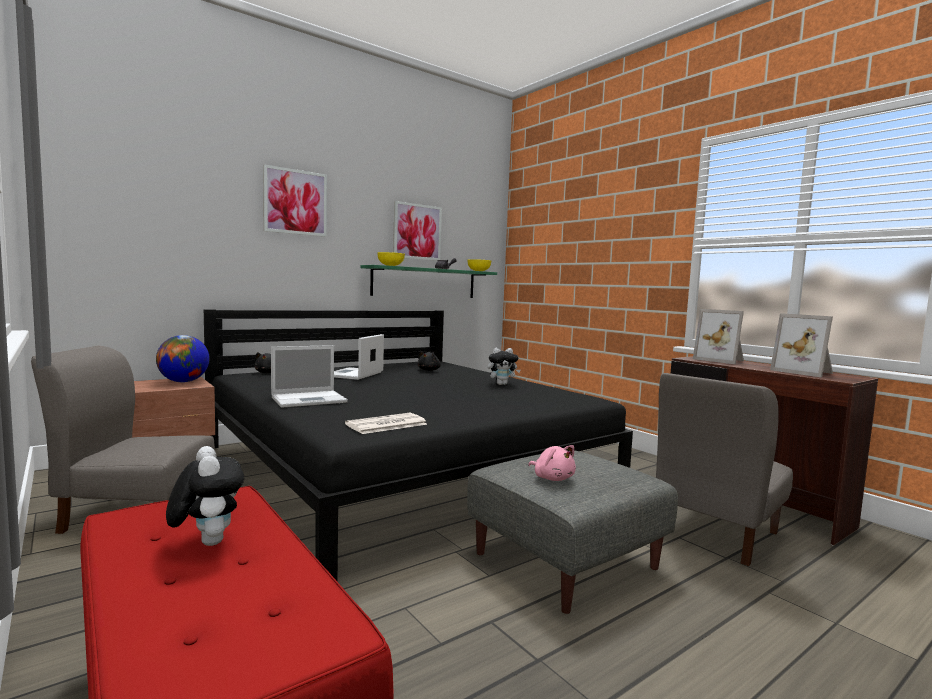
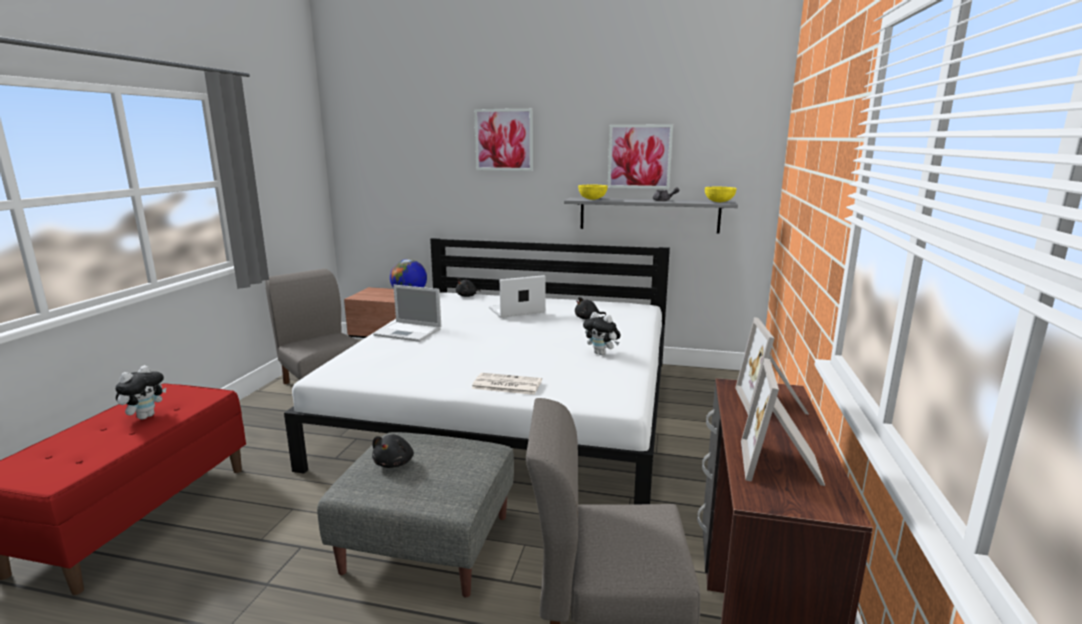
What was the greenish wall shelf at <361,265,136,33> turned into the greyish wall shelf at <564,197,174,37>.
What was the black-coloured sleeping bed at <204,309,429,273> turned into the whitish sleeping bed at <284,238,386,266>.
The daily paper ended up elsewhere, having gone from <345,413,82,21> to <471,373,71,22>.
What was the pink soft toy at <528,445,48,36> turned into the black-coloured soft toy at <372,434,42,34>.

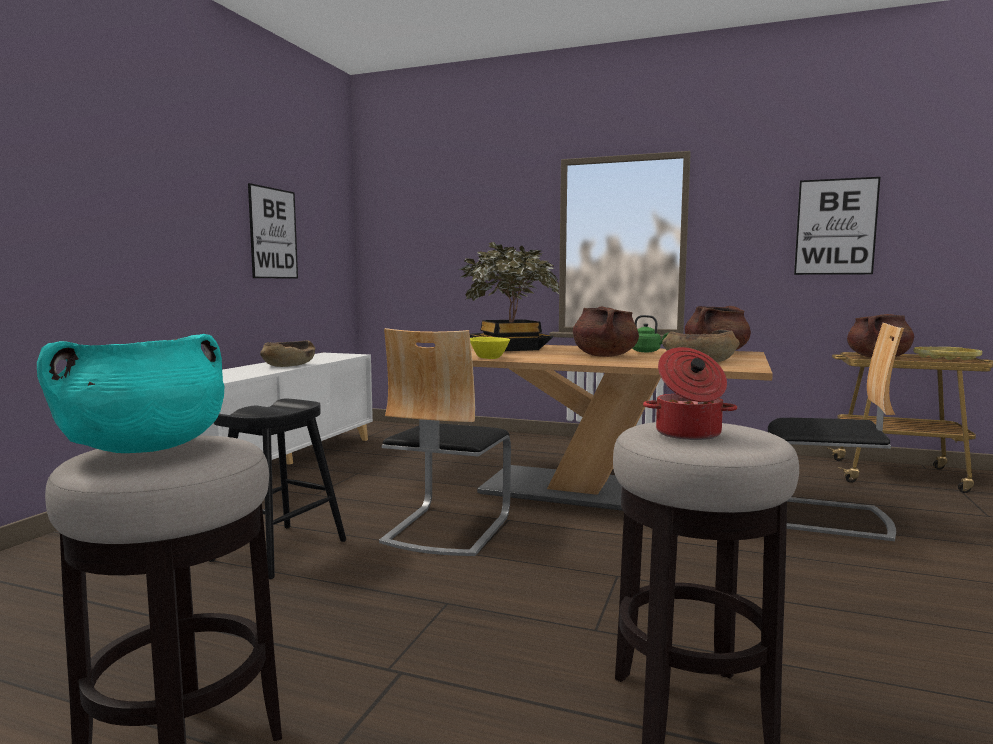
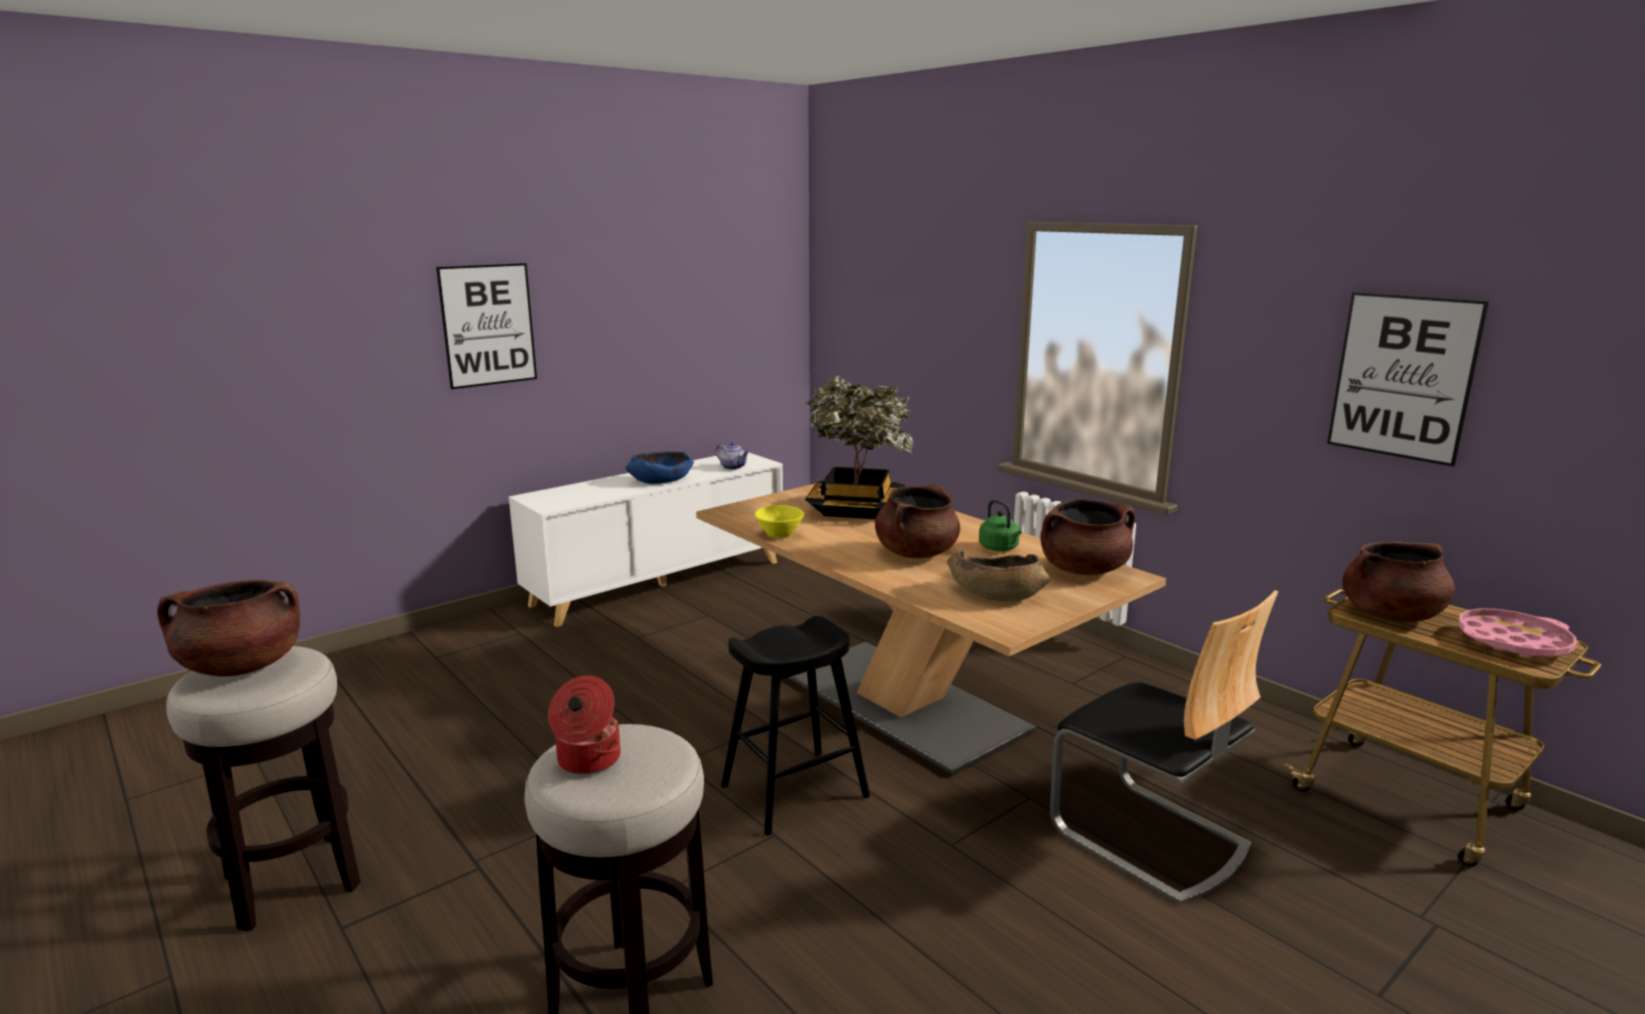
The wall picture ended up elsewhere, having gone from <248,183,50,96> to <436,263,101,126>.
The second view lost the chair at <379,328,132,228>.
What was the turquoise cooking pot at <37,334,187,119> turned into the brownish cooking pot at <157,579,143,98>.
What was the brownish serving bowl at <260,340,55,27> turned into the blue serving bowl at <626,452,68,32>.
What was the yellow tray at <914,347,68,13> turned into the pink tray at <1458,608,119,49>.
The black-coloured stool ended up elsewhere, having gone from <210,399,136,180> to <721,616,149,220>.
The second view gained the pot for tea at <716,442,33,28>.

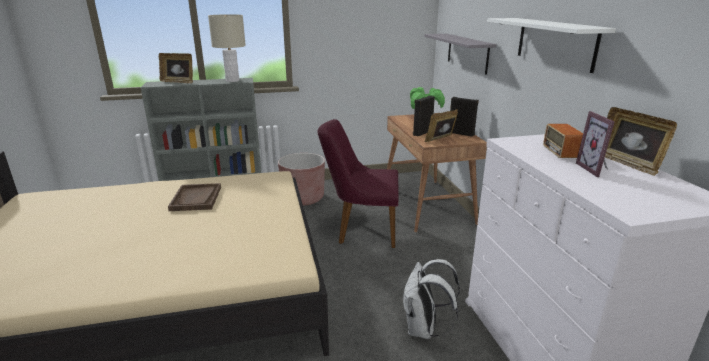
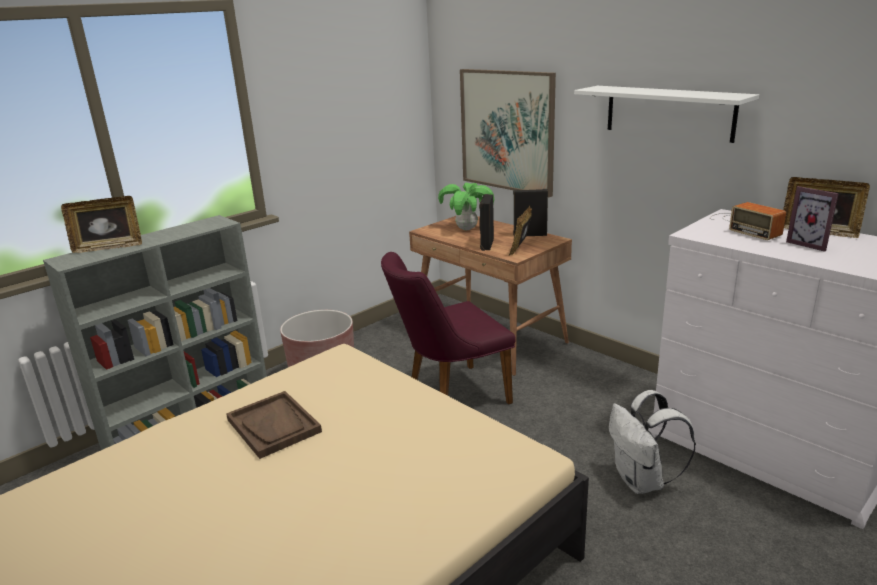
The second view lost the sand-coloured table lamp at <208,14,38,68>.
Where the greyish wall shelf hung at <424,34,73,40>, the wall picture came to hang at <460,69,96,128>.

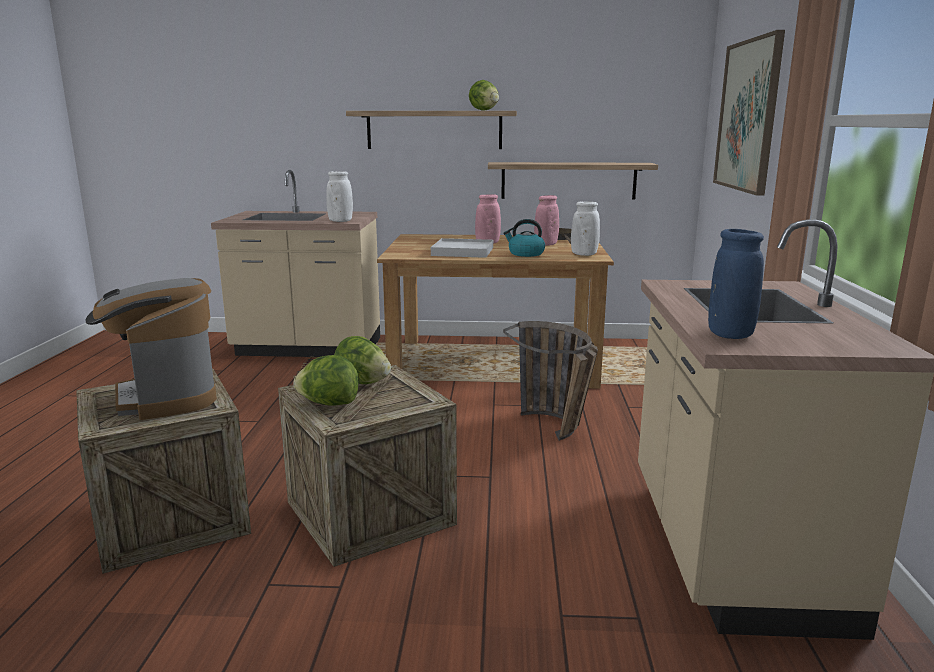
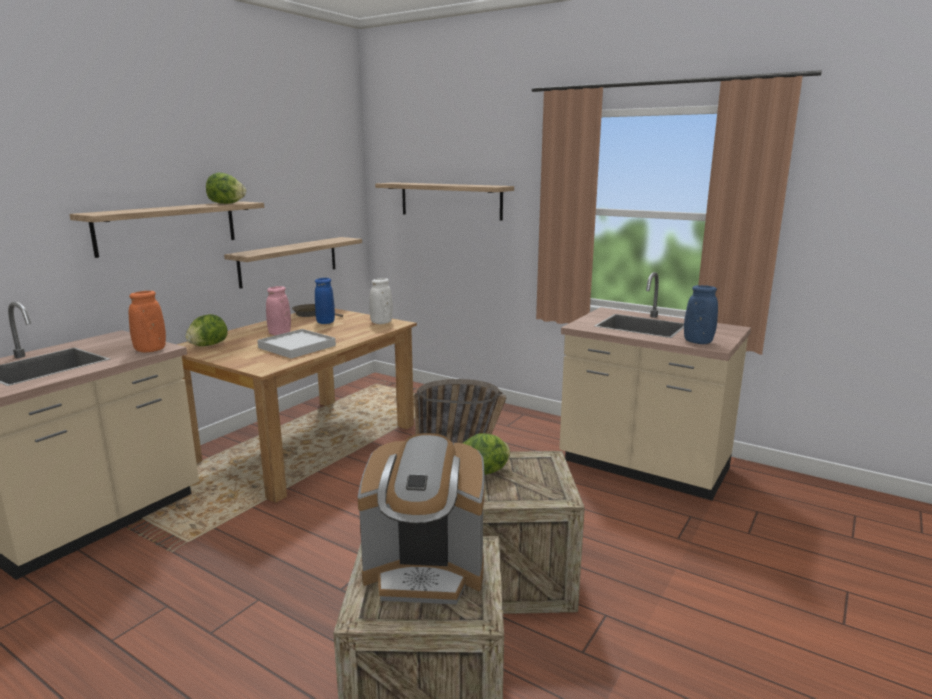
Where the wall picture hung at <713,30,72,166>, the wall shelf came to hang at <375,182,139,39>.
What was the whitish vase at <326,171,27,51> turned into the orangey vase at <129,291,37,61>.
What was the pink vase at <534,195,25,51> turned into the blue vase at <315,278,20,46>.
The second view lost the water kettle at <503,219,42,38>.
The head of lettuce ended up elsewhere, having gone from <293,355,66,51> to <185,314,43,32>.

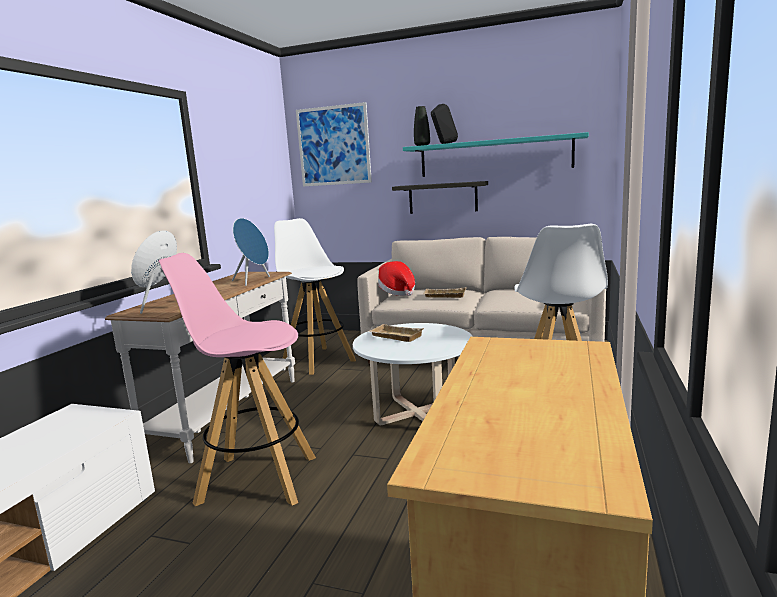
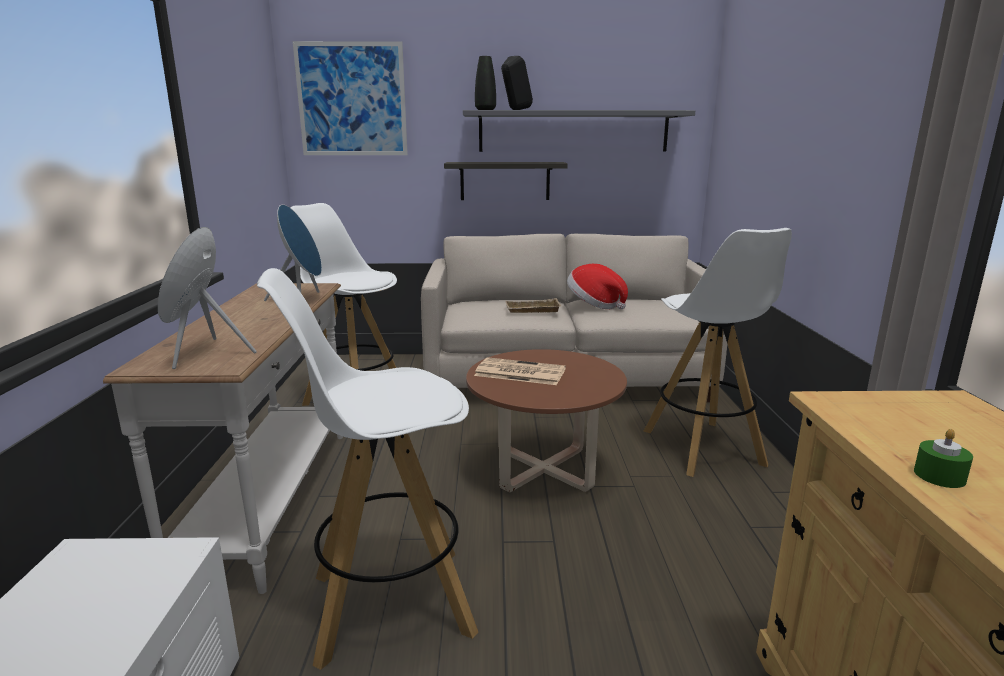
What was the turquoise wall shelf at <403,132,186,45> turned into the greyish wall shelf at <463,110,232,42>.
What was the pink stool at <158,253,158,253> turned into the whitish stool at <257,268,221,402>.
The wearable hat ended up elsewhere, having gone from <378,261,37,35> to <567,264,61,45>.
What was the whitish low table at <353,323,120,102> turned into the brownish low table at <466,349,161,143>.
Where the sand-coloured tray stood at <368,324,56,18>, the daily paper came to stand at <474,357,92,28>.
The second view gained the greenish wax candle at <914,429,59,59>.

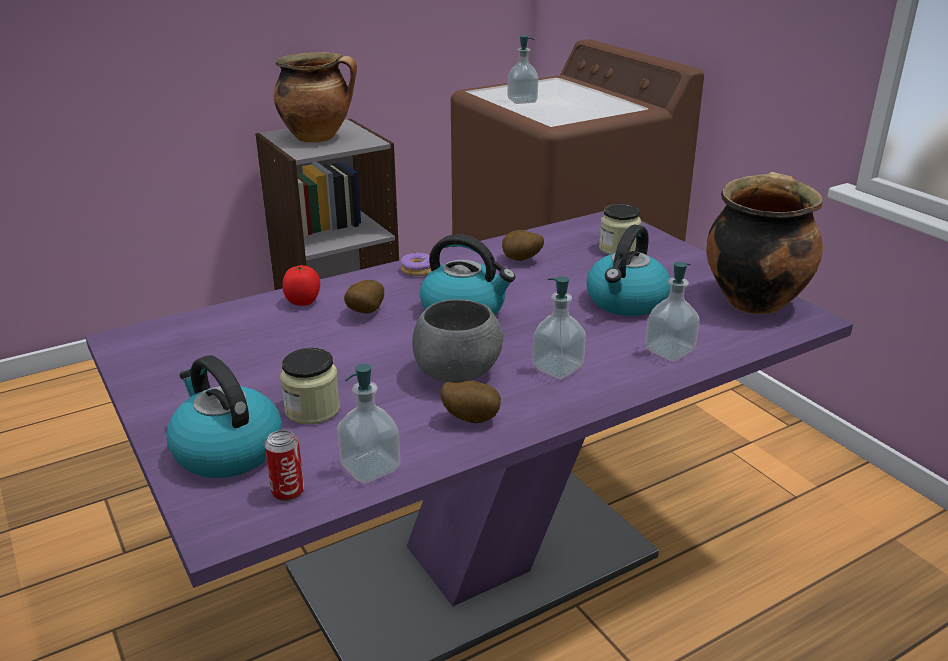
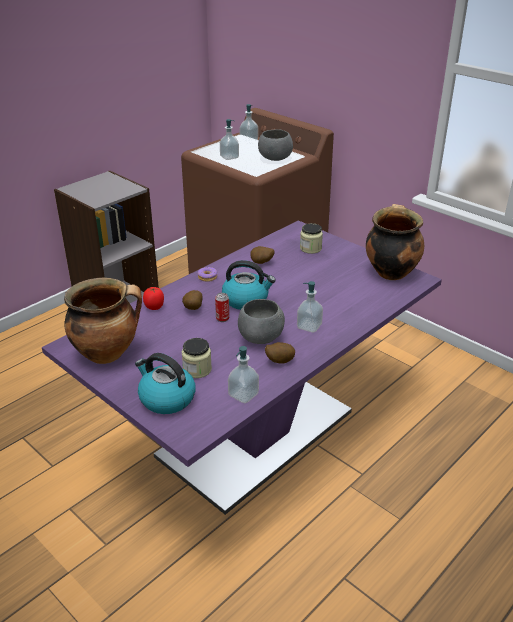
The cooking pot ended up elsewhere, having gone from <274,52,83,91> to <64,278,78,86>.
The second view lost the water kettle at <587,225,83,91>.
The soap dispenser ended up elsewhere, having gone from <645,262,55,99> to <239,104,19,39>.
The can ended up elsewhere, having gone from <264,430,40,71> to <215,293,14,29>.
The second view gained the greyish serving bowl at <258,129,35,32>.

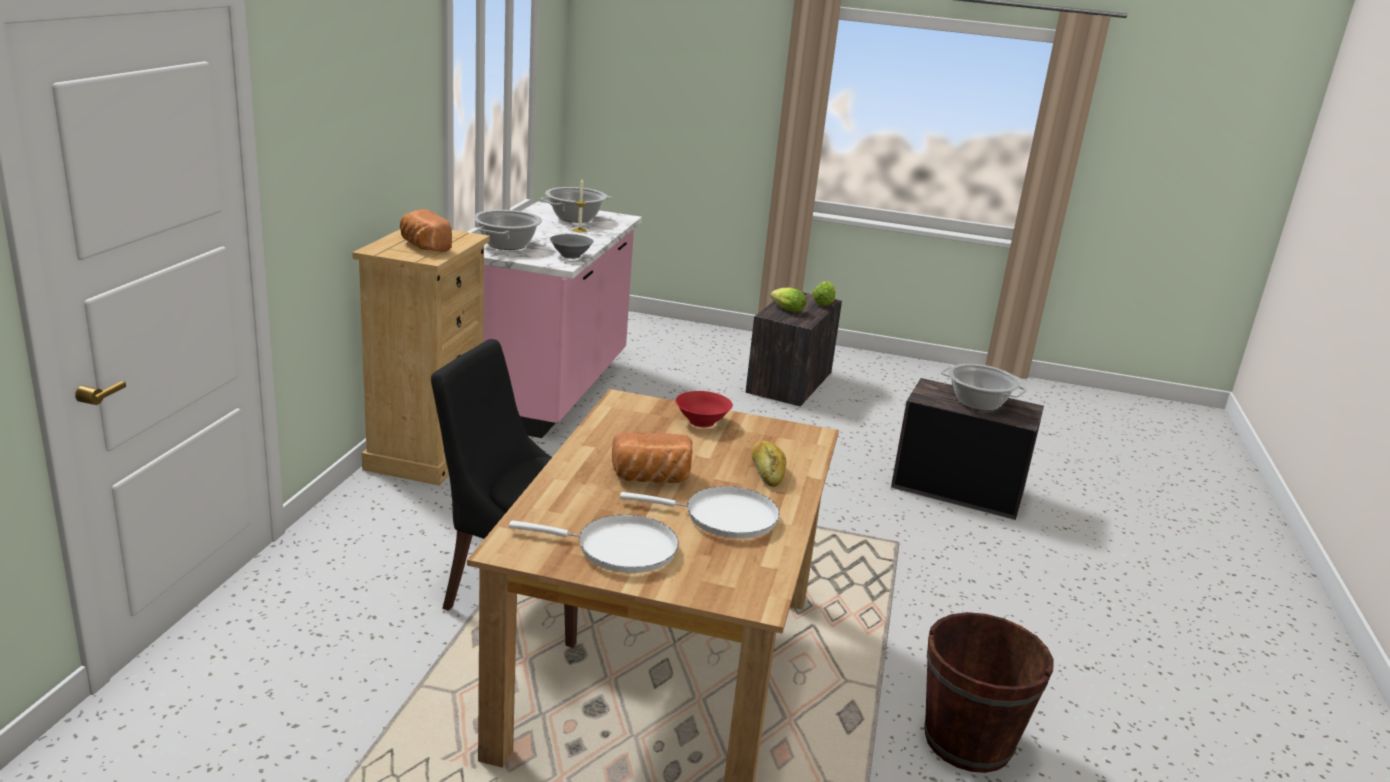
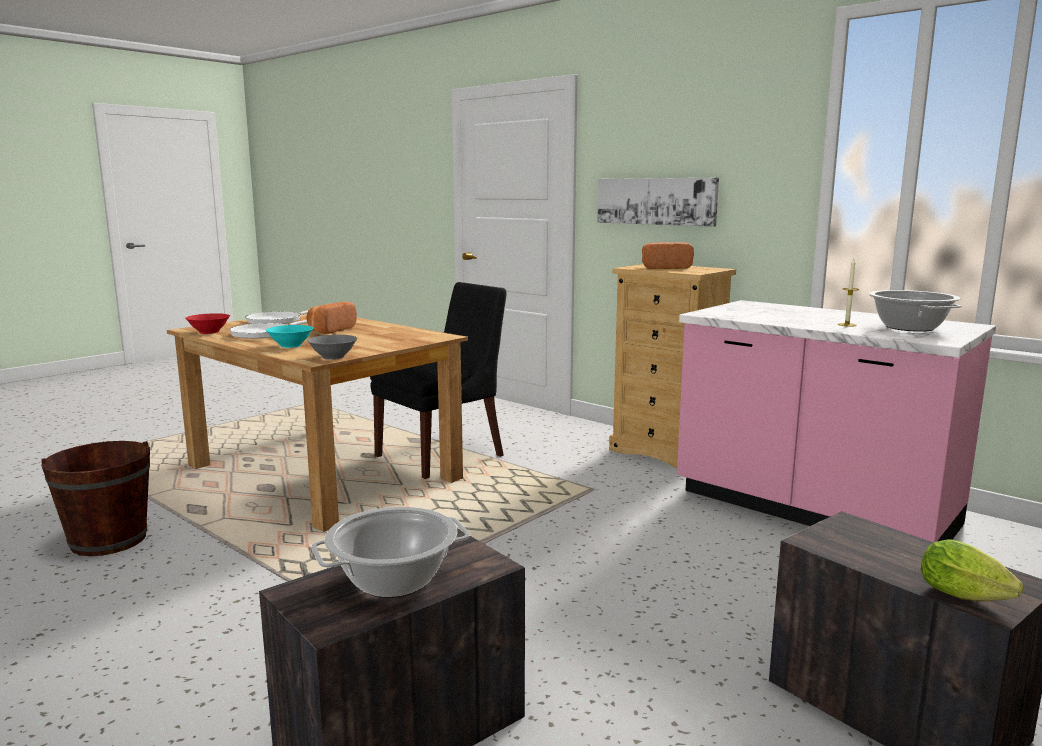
The second view lost the cooking pot at <473,210,69,40>.
The greyish serving bowl ended up elsewhere, having gone from <550,234,44,25> to <307,335,51,25>.
The second view lost the head of lettuce at <770,288,36,24>.
The red-coloured serving bowl ended up elsewhere, having gone from <675,391,58,36> to <185,313,45,21>.
Where the baked bread stood at <752,441,35,46>, the turquoise serving bowl came to stand at <266,325,47,23>.
The second view gained the wall picture at <597,178,122,49>.

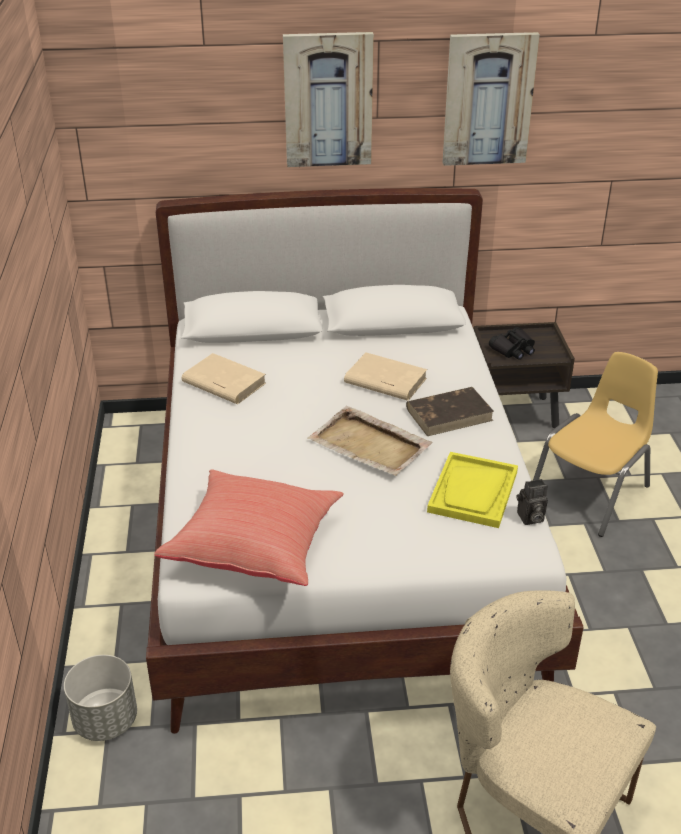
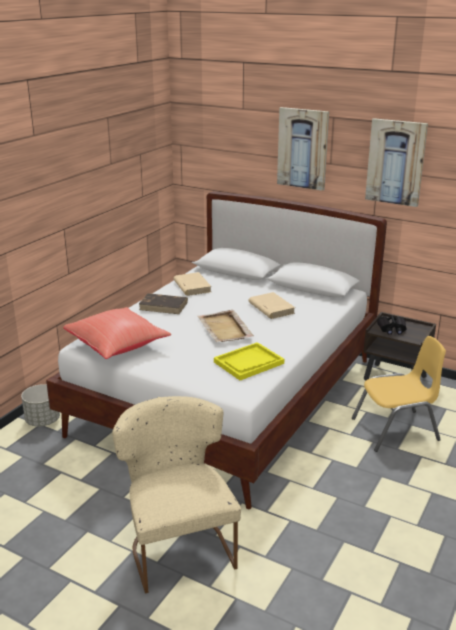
The brownish volume ended up elsewhere, having gone from <406,387,88,49> to <139,293,49,21>.
The second view lost the photo camera at <517,479,31,46>.

